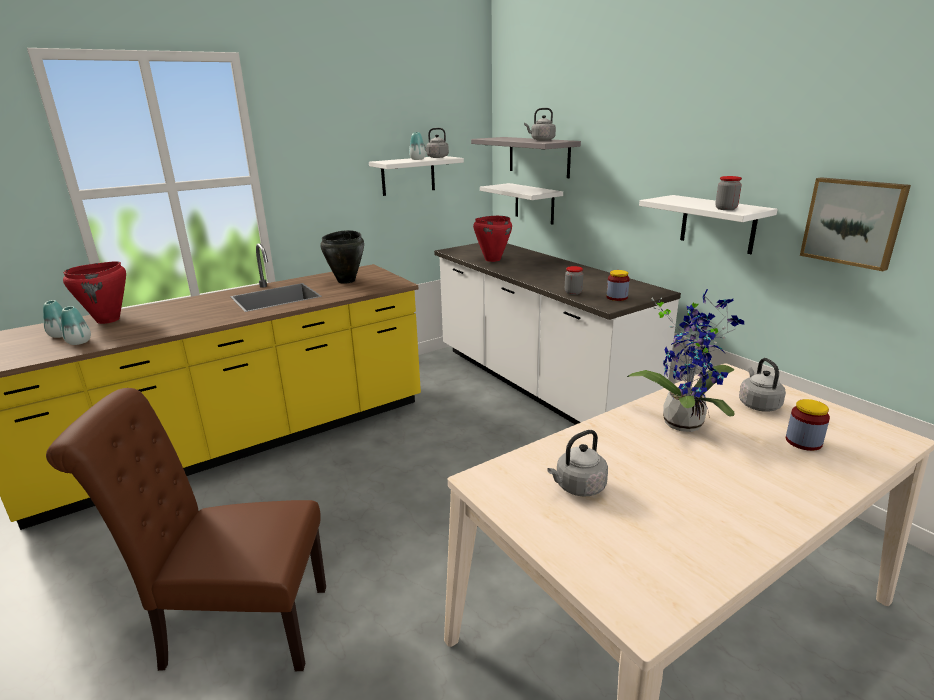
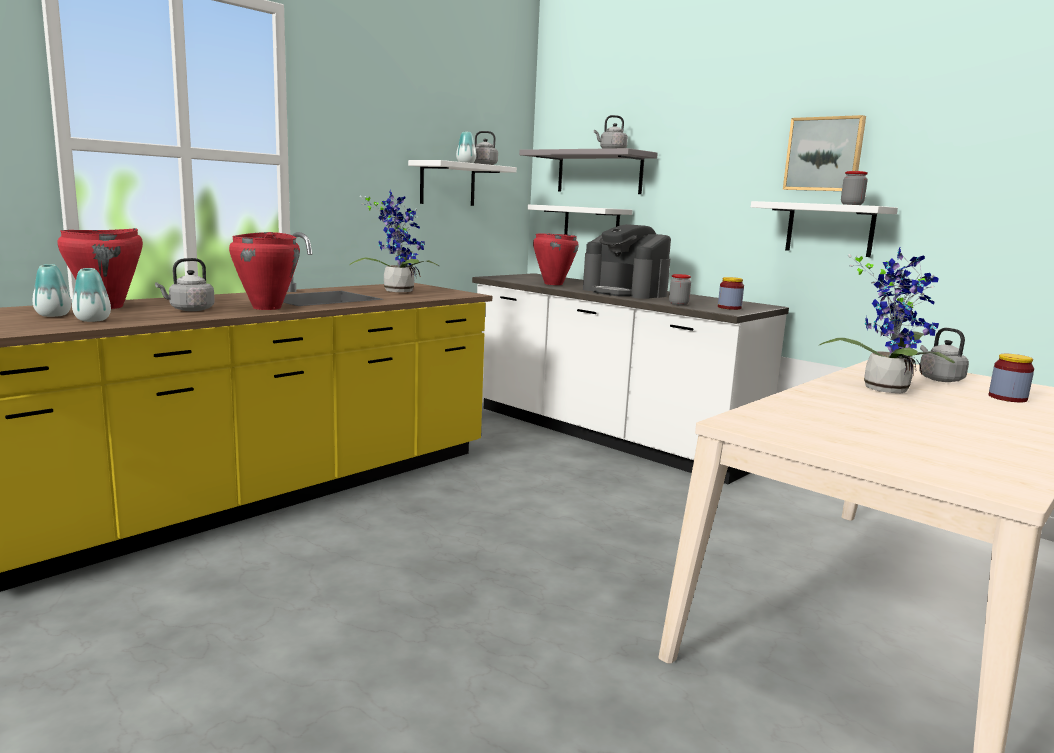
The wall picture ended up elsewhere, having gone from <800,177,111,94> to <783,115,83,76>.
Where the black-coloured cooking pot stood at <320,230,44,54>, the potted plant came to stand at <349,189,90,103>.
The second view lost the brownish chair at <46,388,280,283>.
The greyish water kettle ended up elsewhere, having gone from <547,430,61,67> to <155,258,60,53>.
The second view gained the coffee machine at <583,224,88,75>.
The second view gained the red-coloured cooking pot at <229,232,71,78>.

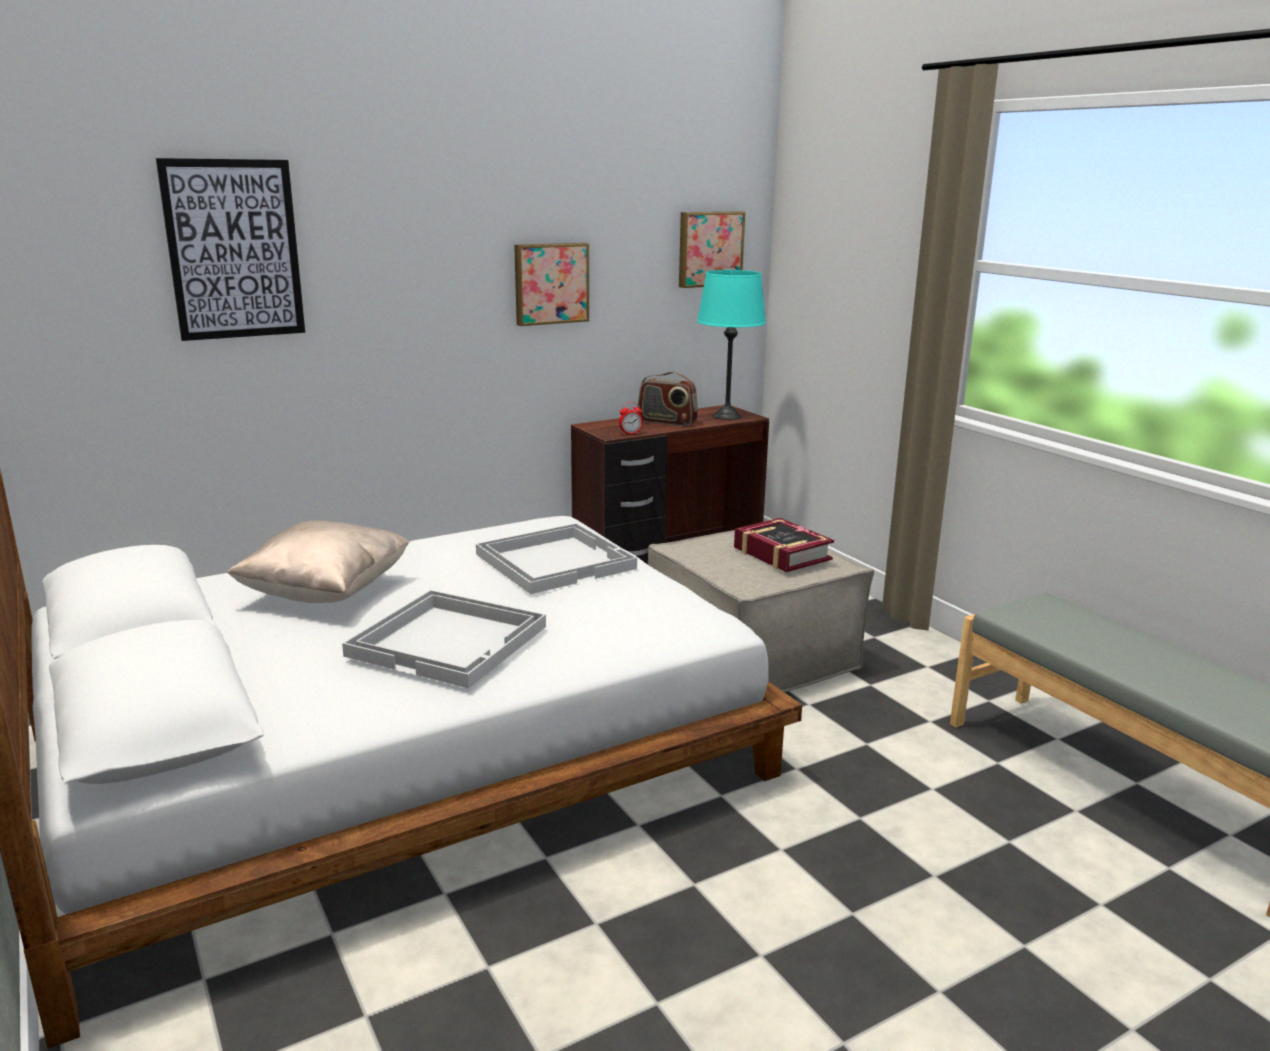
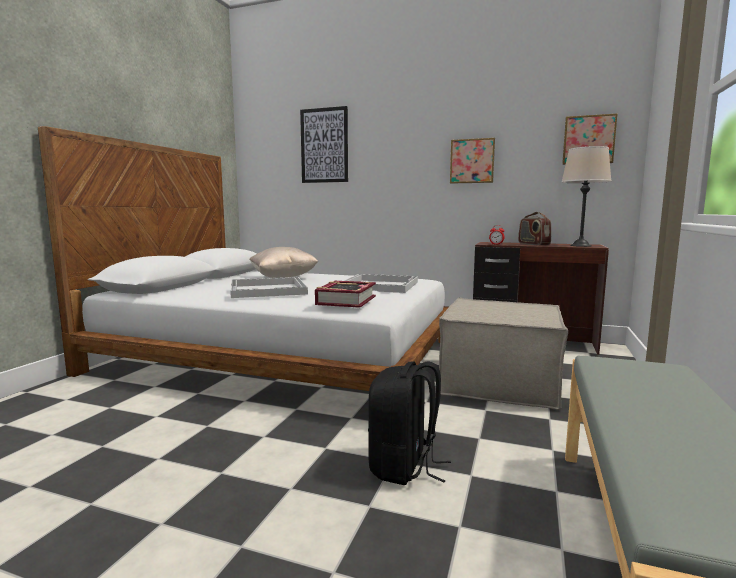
What was the turquoise table lamp at <697,270,69,150> turned into the sand-coloured table lamp at <561,146,51,101>.
The volume ended up elsewhere, having gone from <734,518,100,54> to <315,281,61,27>.
The second view gained the black-coloured backpack at <368,361,83,124>.

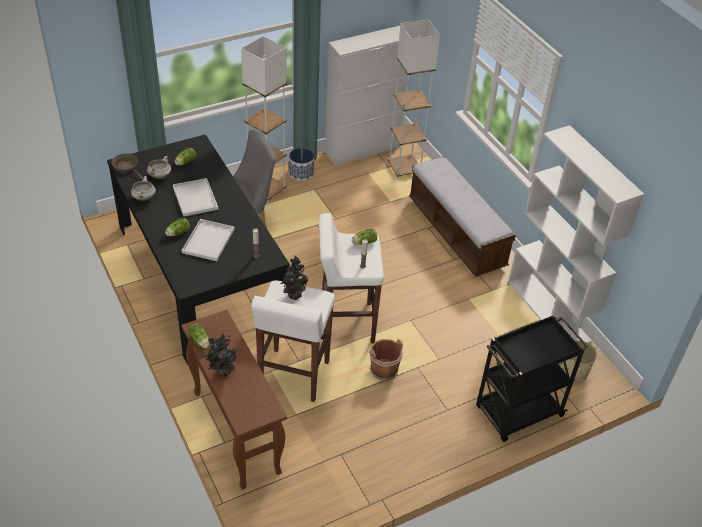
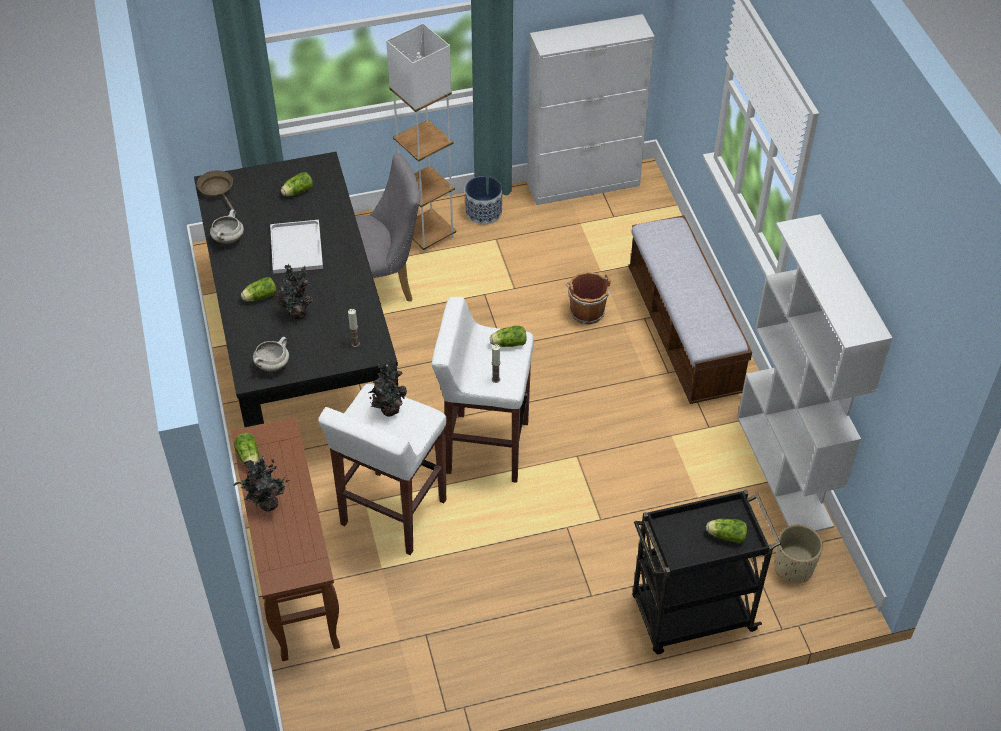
The second view lost the whitish standard lamp at <388,19,52,160>.
The whitish cooking pot ended up elsewhere, having gone from <147,156,24,23> to <253,337,36,35>.
Where the whitish tray stood at <182,219,53,42>, the potted plant came to stand at <274,264,39,55>.
The brownish water bucket ended up elsewhere, having gone from <367,339,36,42> to <566,272,45,53>.
The second view gained the head of lettuce at <706,519,41,24>.

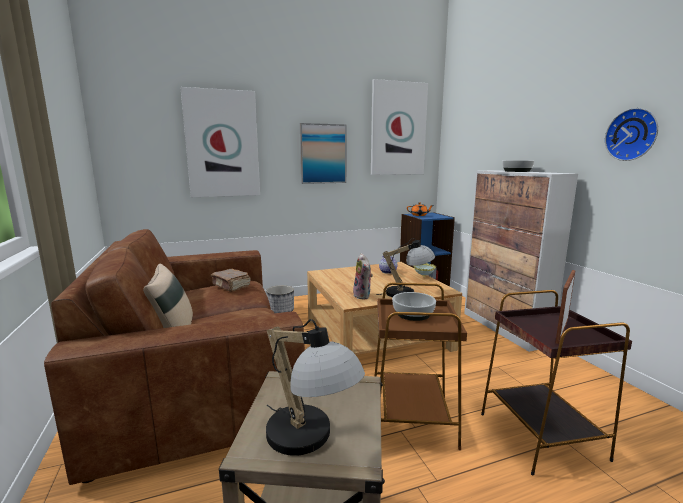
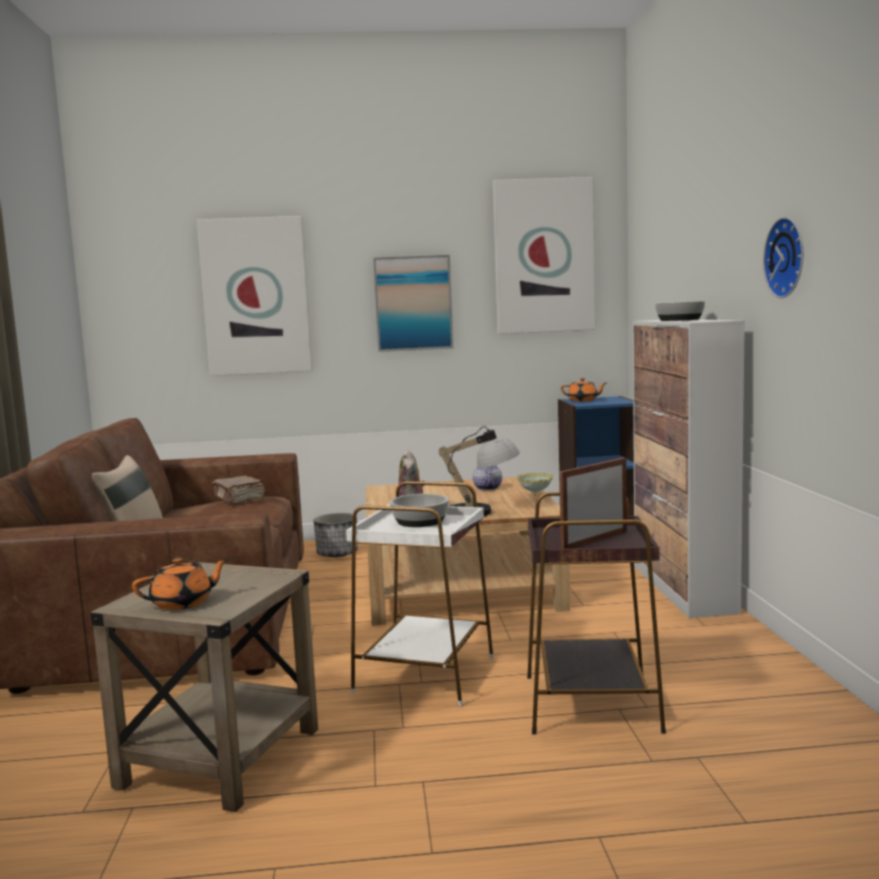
What was the brownish accent table at <374,283,93,167> turned into the whitish accent table at <346,481,148,225>.
Where the table lamp stood at <266,319,99,137>, the orangey pot for tea came to stand at <132,557,97,53>.

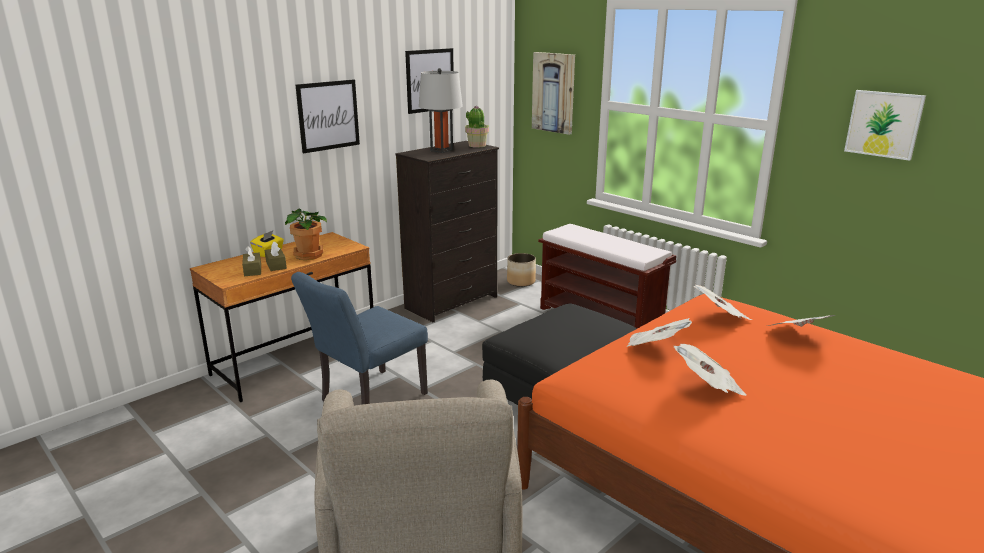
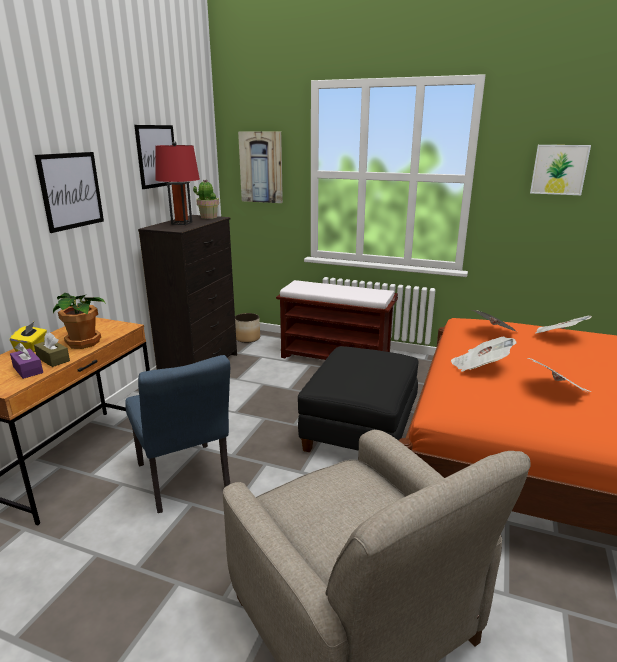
What was the greyish table lamp at <419,68,44,85> turned into the red-coloured table lamp at <156,141,44,84>.
What was the brownish box of tissues at <242,246,19,30> turned into the purplish box of tissues at <10,343,33,36>.
The blue chair at <291,272,137,133> ended up facing another way, 45 degrees counterclockwise from before.

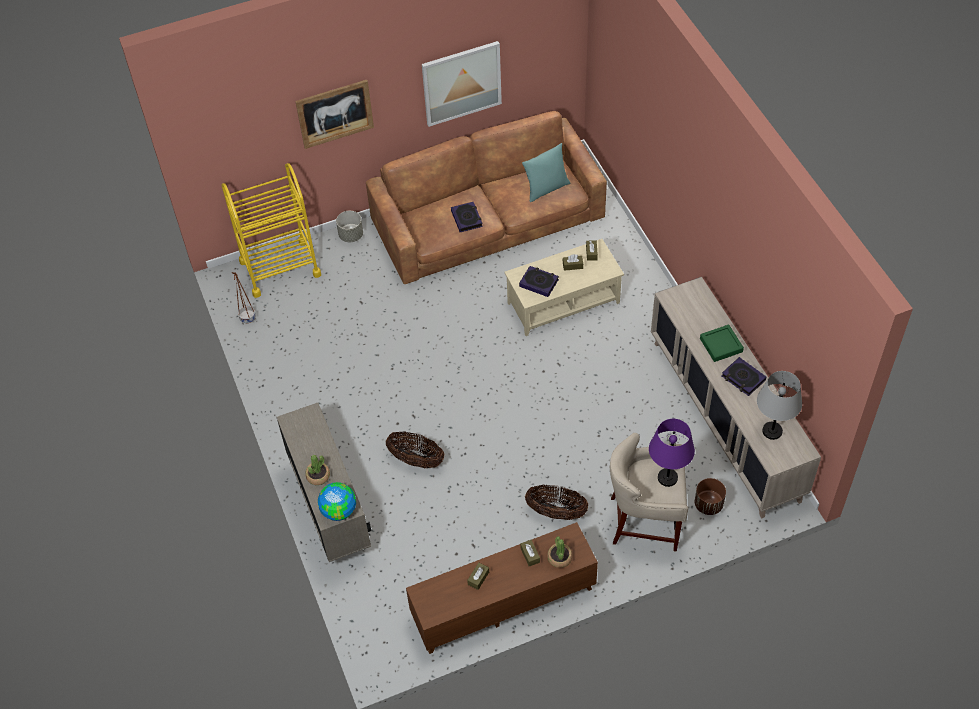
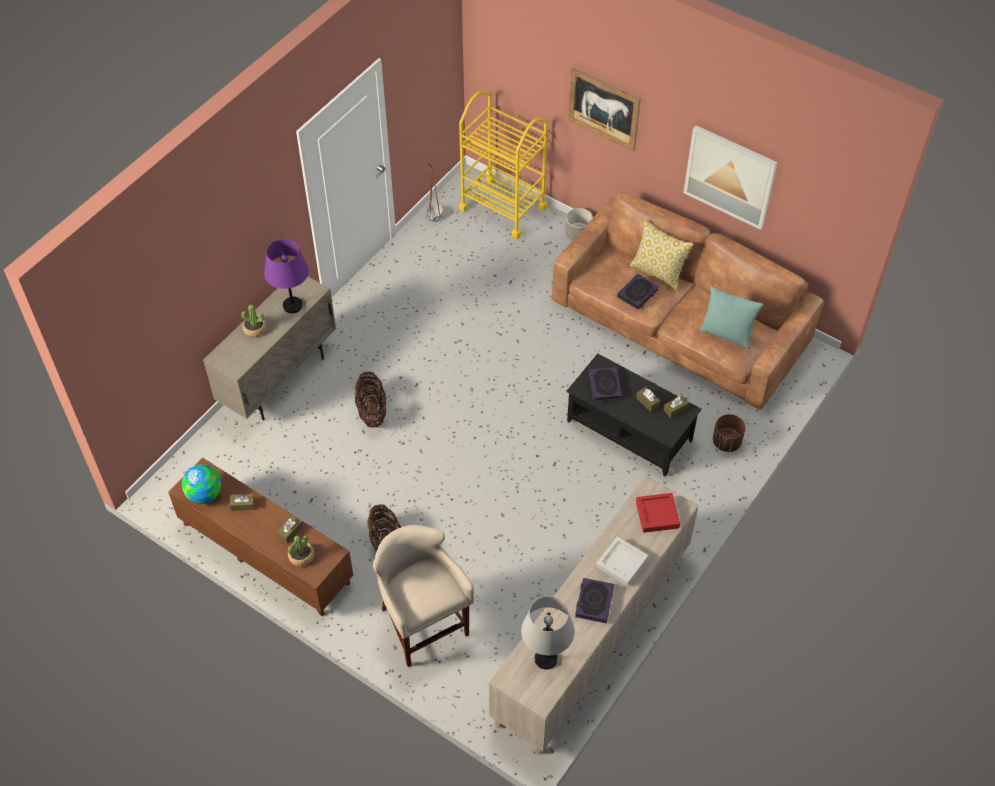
What was the sand-coloured low table at <504,239,120,97> turned into the black-coloured low table at <567,354,134,122>.
What was the greenish tray at <700,324,44,38> turned into the greyish tray at <596,536,53,50>.
The purplish table lamp ended up elsewhere, having gone from <649,419,46,68> to <264,239,45,74>.
The brownish plant pot ended up elsewhere, having gone from <695,478,31,37> to <713,414,33,38>.
The globe ended up elsewhere, having gone from <318,482,38,39> to <181,464,41,40>.
The second view gained the pillow at <630,219,63,71>.
The second view gained the red-coloured tray at <636,493,44,40>.

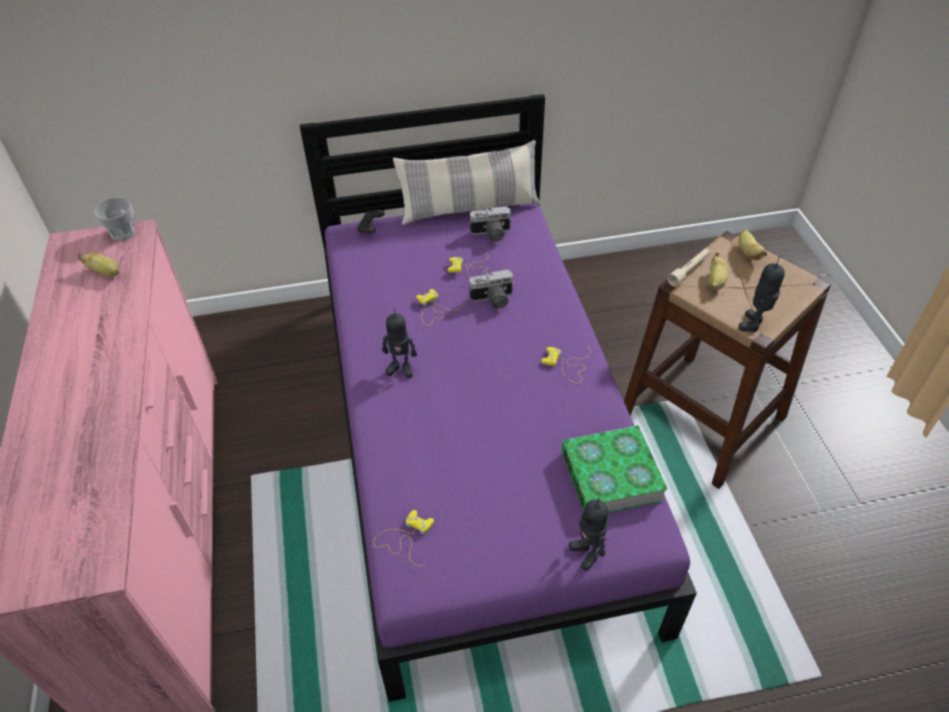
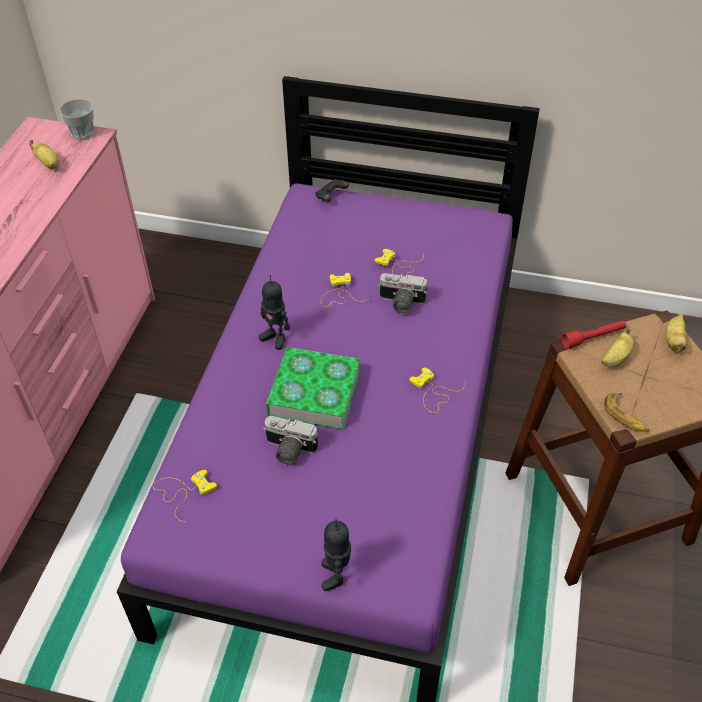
The second view lost the pillow at <393,140,147,85>.
The photo camera ended up elsewhere, having gone from <469,206,43,35> to <263,416,55,49>.
What was the sand-coloured torch at <667,248,43,39> turned into the red-coloured torch at <561,320,65,29>.
Where the robot figure stood at <738,256,47,76>, the whole banana came to stand at <604,393,45,39>.
The volume ended up elsewhere, having gone from <562,425,105,88> to <266,347,94,83>.

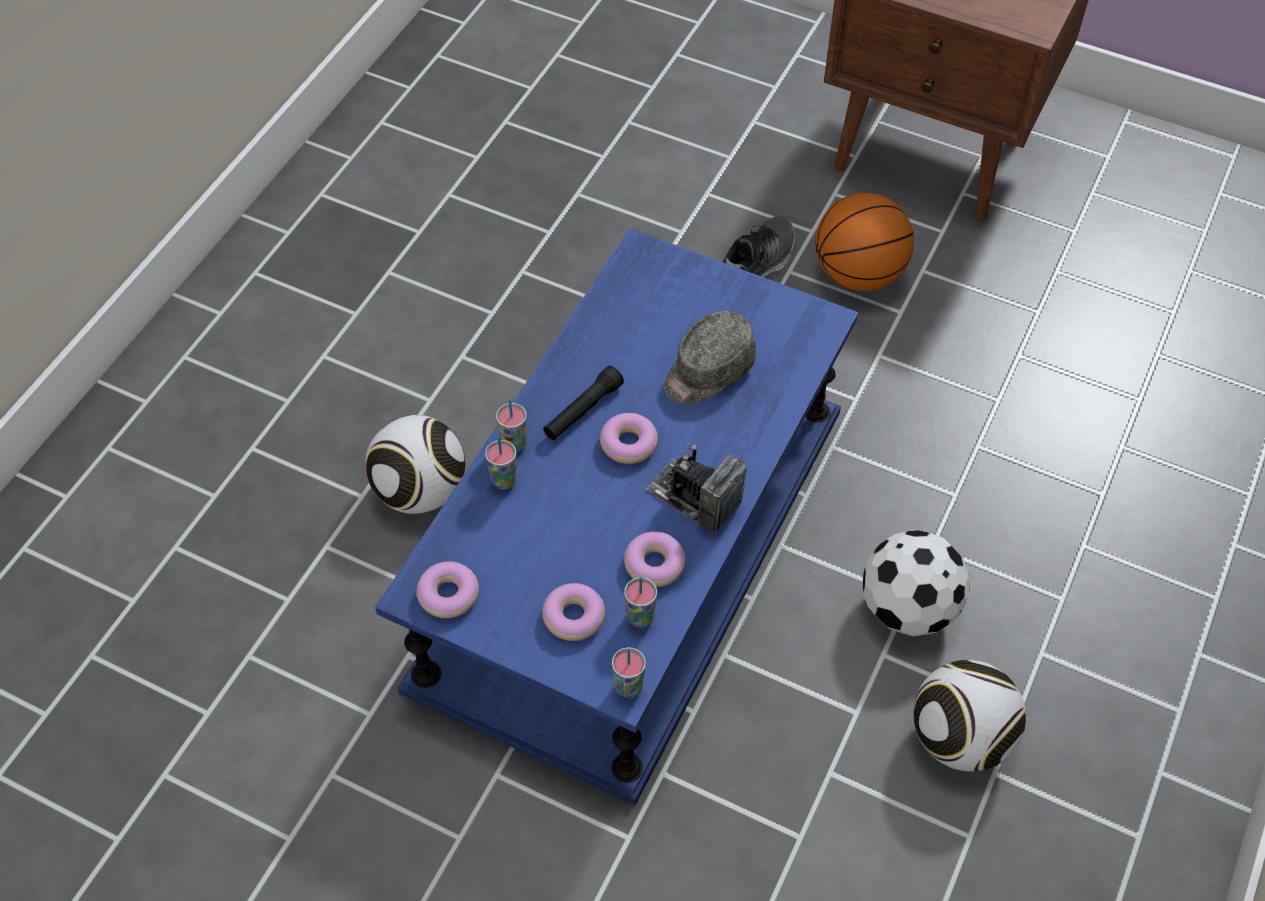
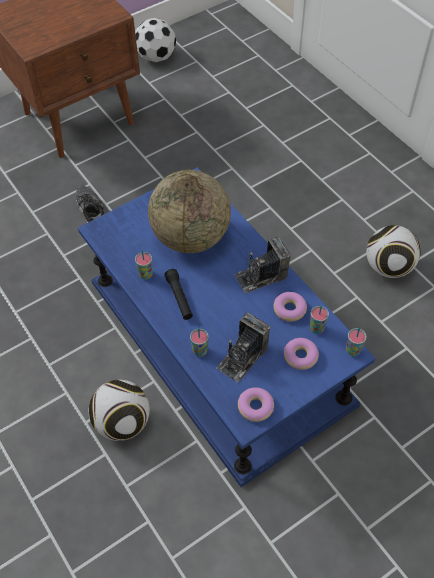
The second view lost the basketball ball at <815,193,99,98>.
Where the greyish cap stood at <664,311,92,93>, the globe came to stand at <148,170,83,83>.
The small cup ended up elsewhere, having gone from <496,399,31,53> to <135,250,18,30>.
The second view lost the doughnut at <600,413,58,51>.
The football ball ended up elsewhere, having gone from <862,530,108,107> to <135,18,41,44>.
The second view gained the photo camera at <216,313,54,70>.

